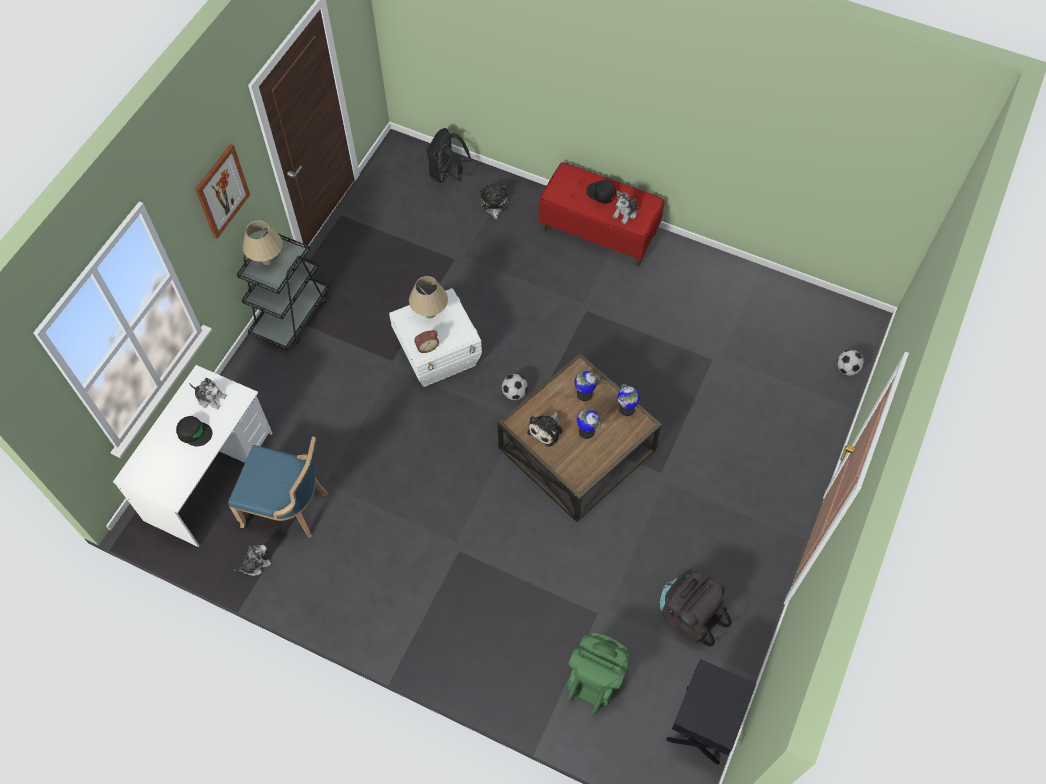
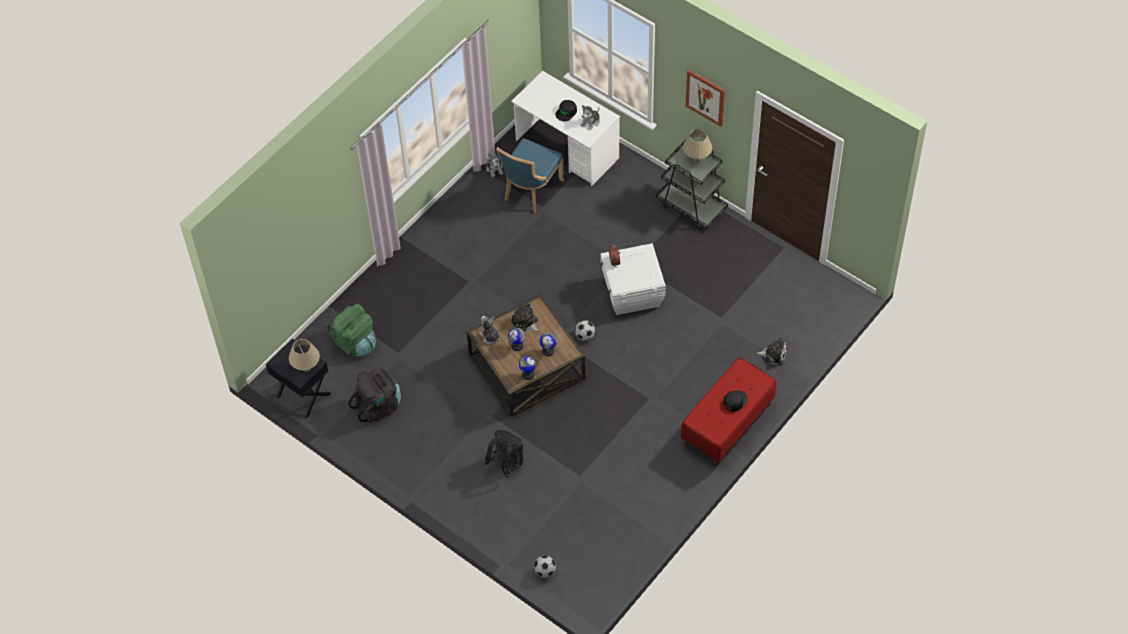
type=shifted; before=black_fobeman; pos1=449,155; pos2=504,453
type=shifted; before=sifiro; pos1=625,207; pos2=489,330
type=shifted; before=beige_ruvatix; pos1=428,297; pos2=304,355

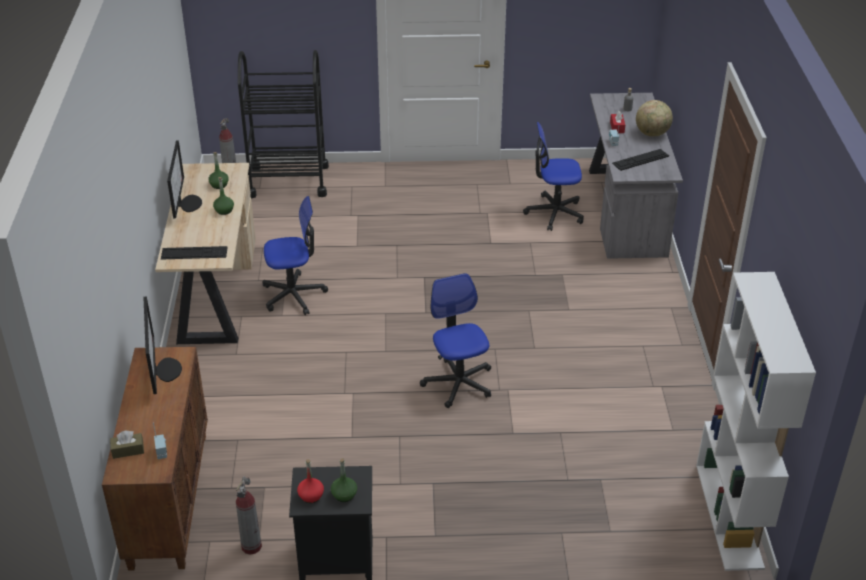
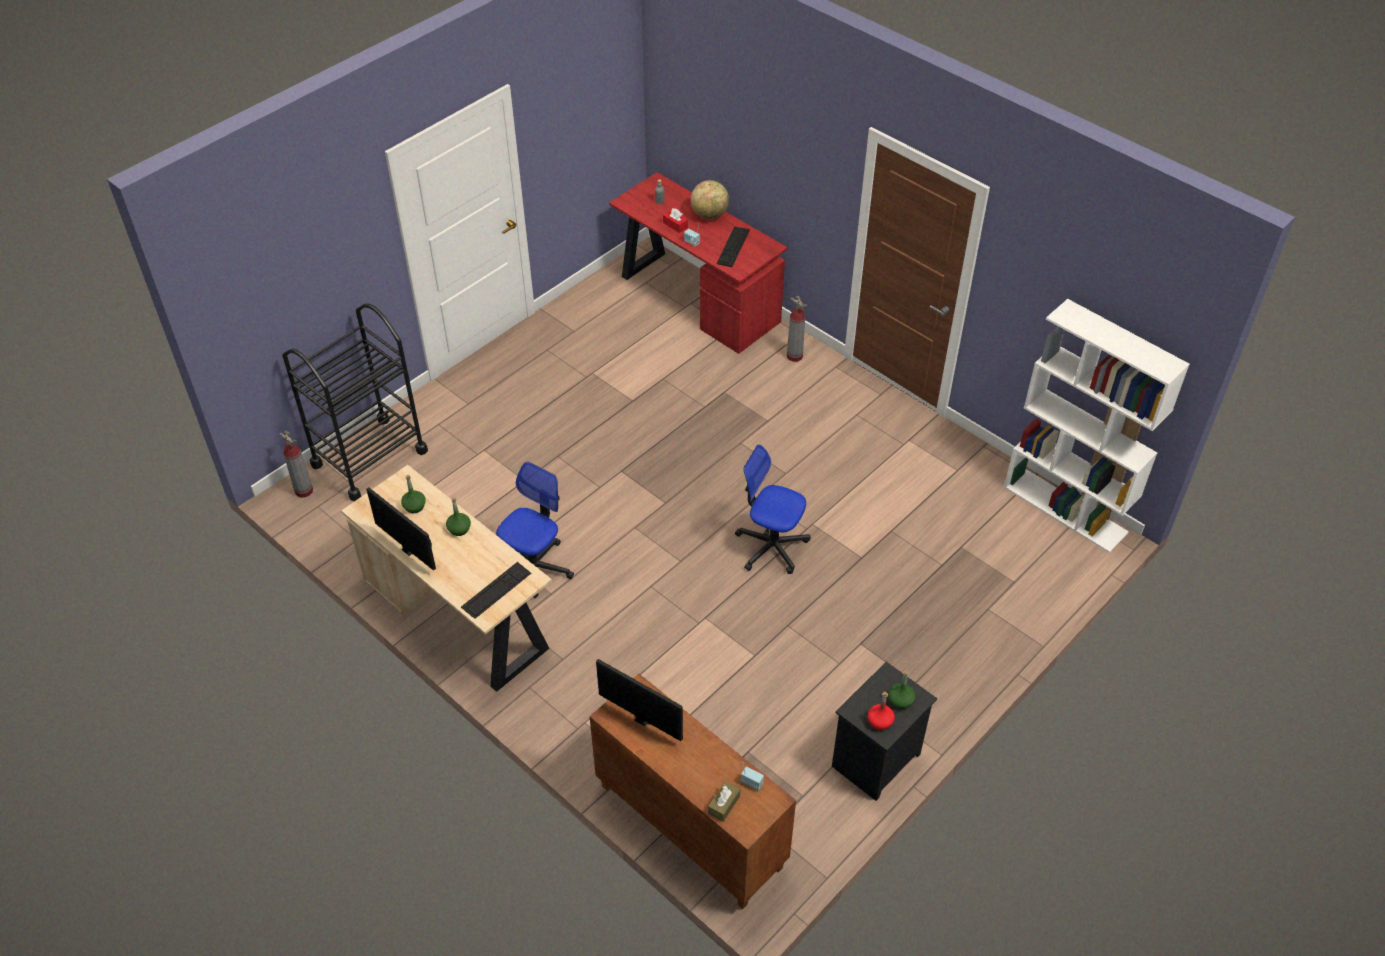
type=repainted; before=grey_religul; after=red_religul; pos1=636,176; pos2=698,263
type=gone; before=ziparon; pos1=553,176
type=shifted; before=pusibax; pos1=249,515; pos2=797,329

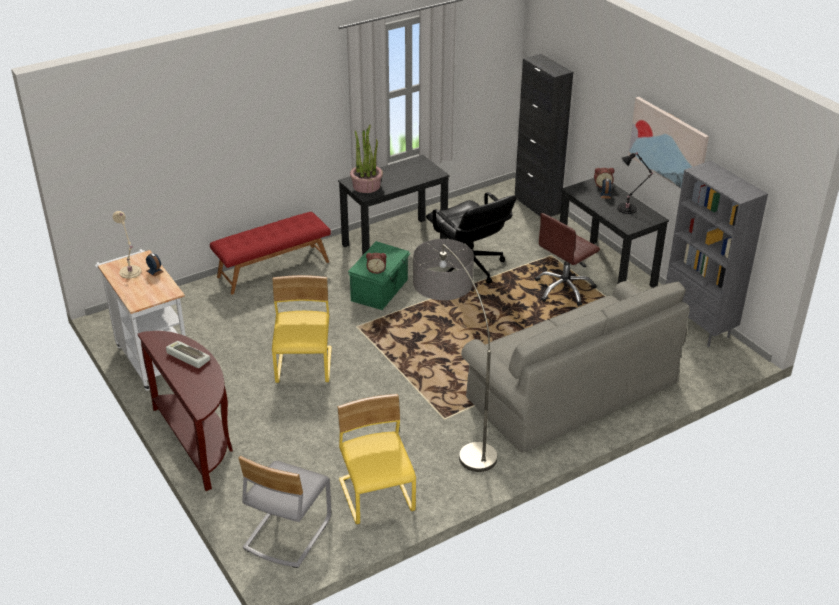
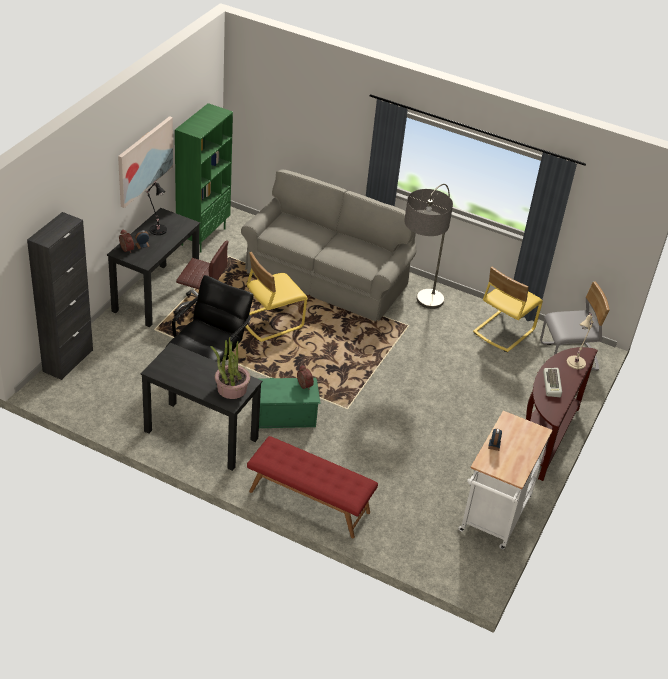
type=repainted; before=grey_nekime; after=green_nekime; pos1=717,254; pos2=204,178
type=shifted; before=beige_ruvatix; pos1=127,245; pos2=580,341
type=shifted; before=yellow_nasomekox; pos1=302,329; pos2=277,297

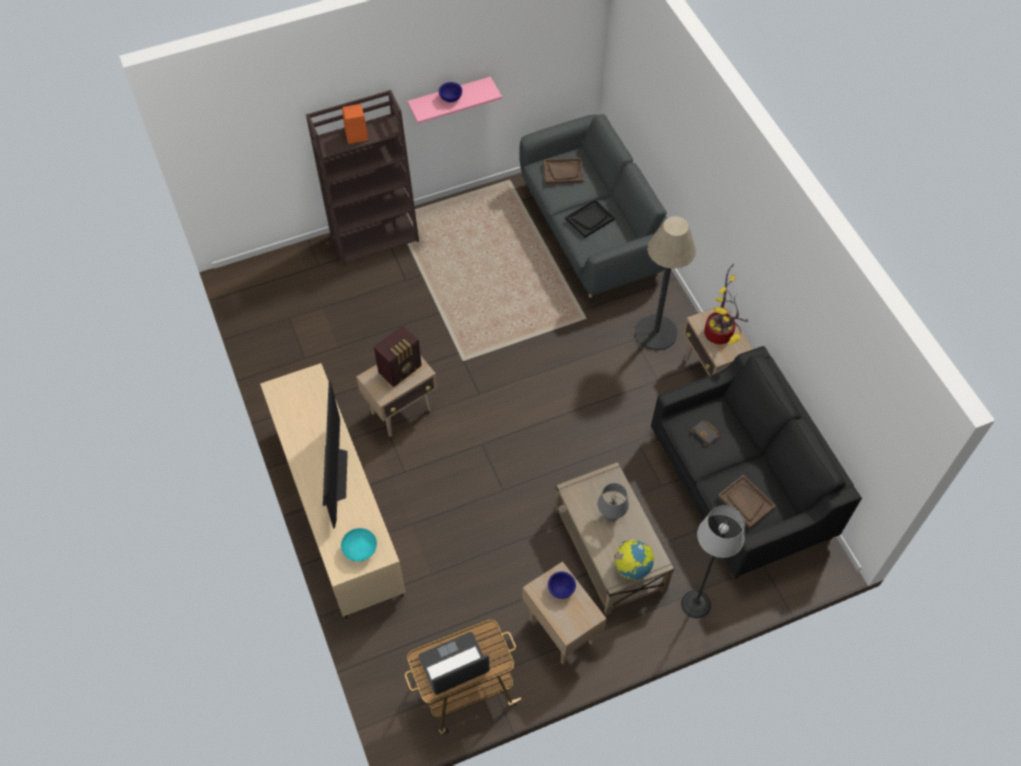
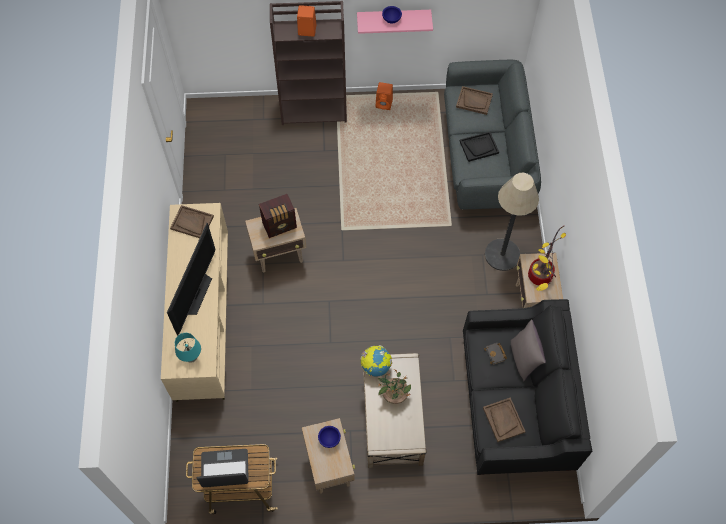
type=swapped; before=grey_ruvatix; after=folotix; pos1=613,502; pos2=394,386
type=gone; before=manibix; pos1=713,561
type=swapped; before=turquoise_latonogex; after=turquoise_ruvatix; pos1=359,544; pos2=188,348
type=shifted; before=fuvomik; pos1=634,559; pos2=376,360
type=new; after=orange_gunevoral; pos2=384,96
type=new; after=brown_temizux; pos2=192,221
type=new; after=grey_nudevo; pos2=528,350

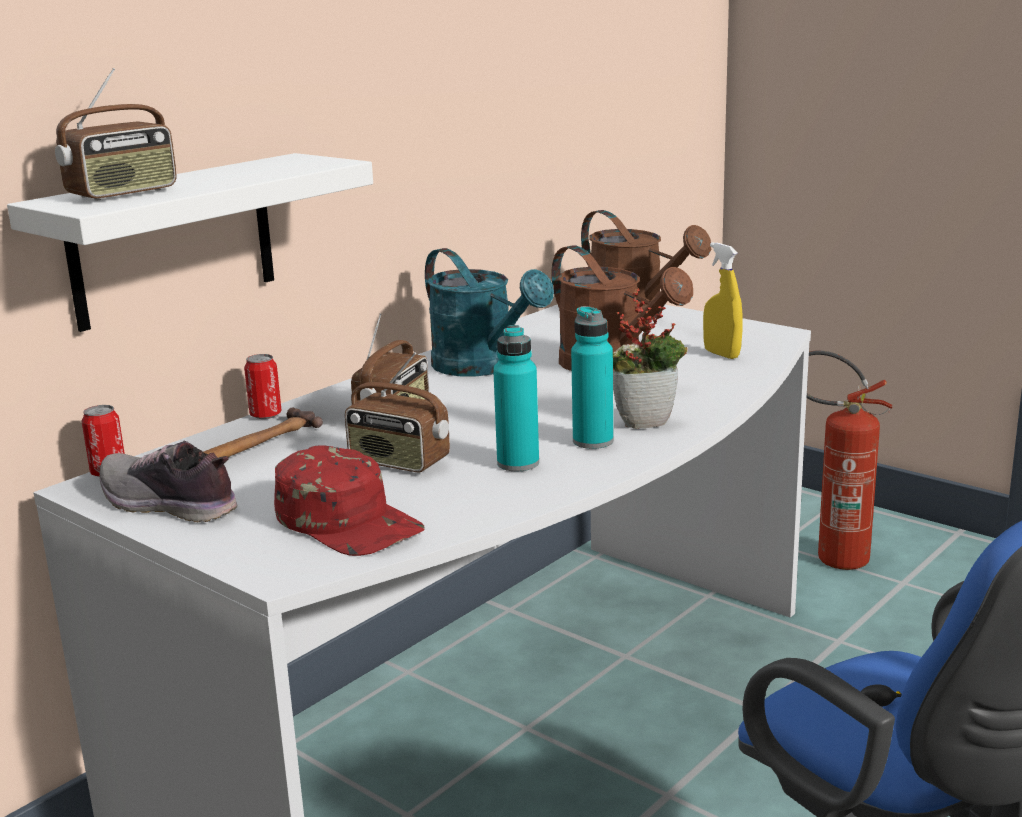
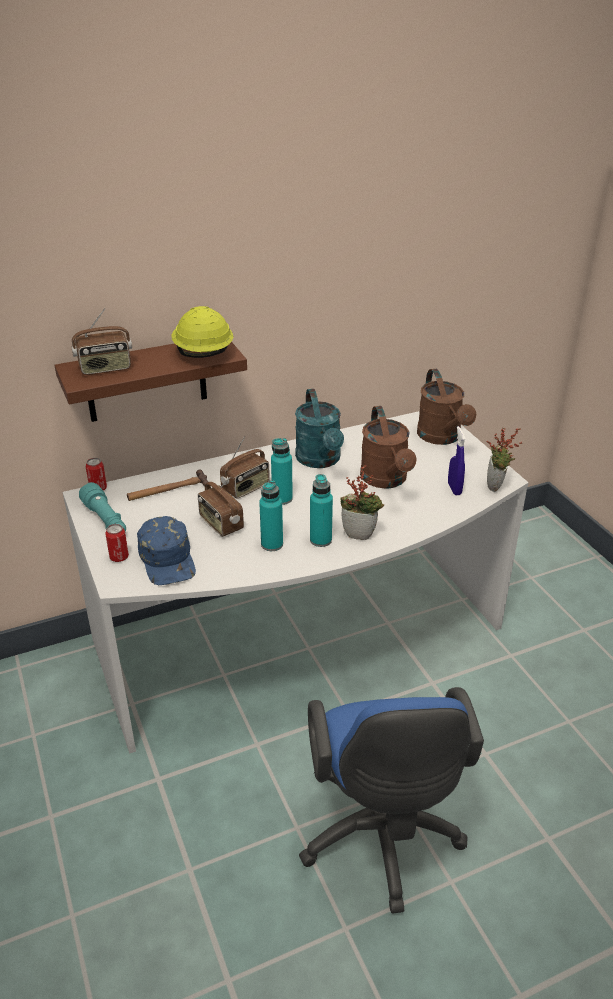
type=repainted; before=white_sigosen; after=brown_sigosen; pos1=190,242; pos2=150,382
type=repainted; before=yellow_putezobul; after=blue_putezobul; pos1=723,300; pos2=457,460
type=gone; before=pusibax; pos1=849,460
type=shifted; before=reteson; pos1=263,386; pos2=117,543
type=swapped; before=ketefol; after=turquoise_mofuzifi; pos1=168,481; pos2=102,507
type=repainted; before=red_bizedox; after=blue_bizedox; pos1=349,500; pos2=166,550
type=new; after=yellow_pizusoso; pos2=202,332
type=new; after=folotix; pos2=505,460
type=new; after=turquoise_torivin; pos2=282,471

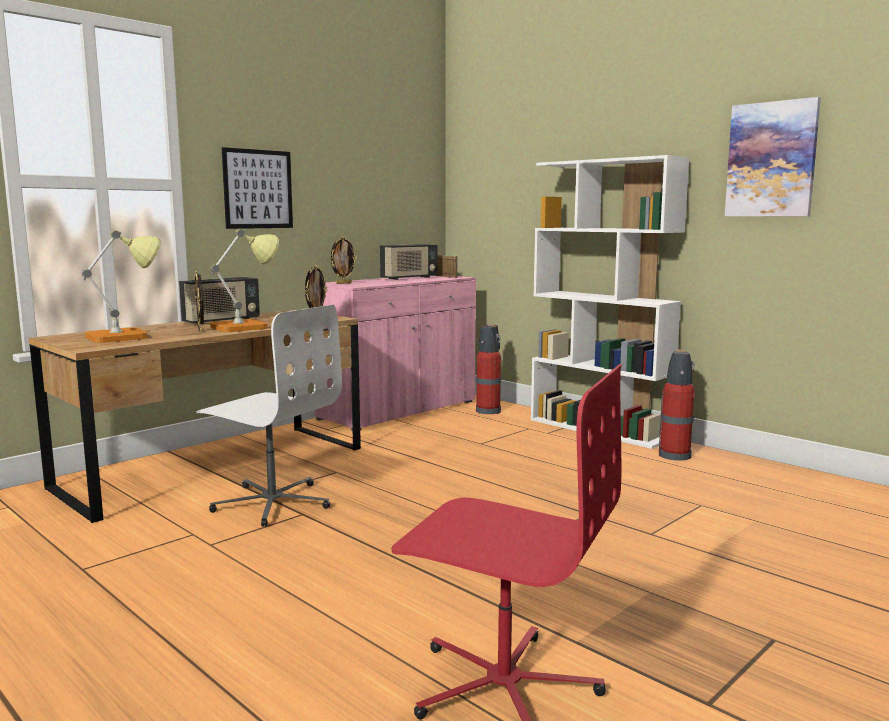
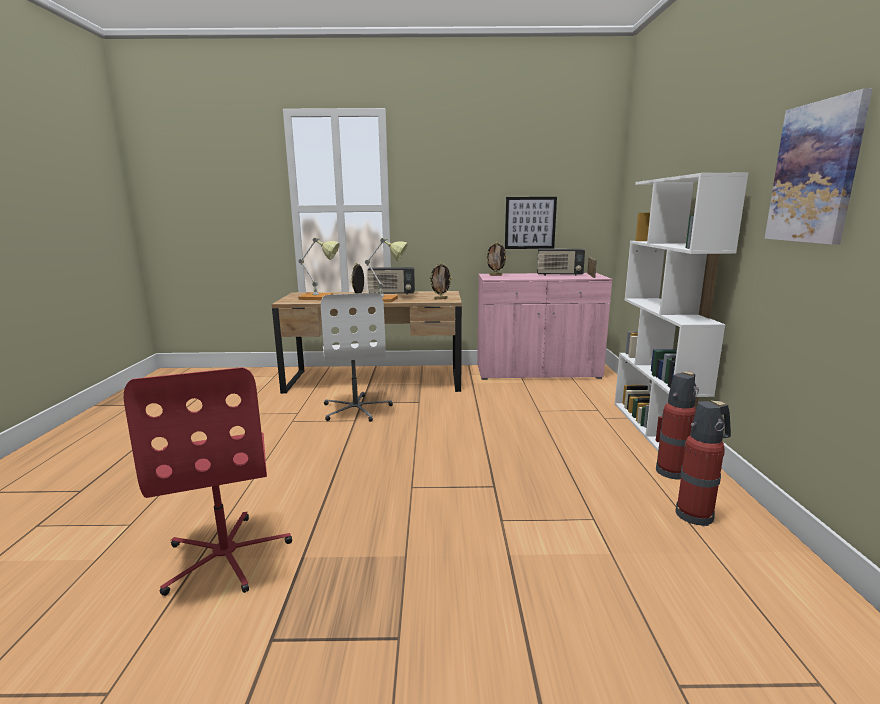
type=shifted; before=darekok; pos1=257,188; pos2=531,223
type=shifted; before=pusibax; pos1=488,369; pos2=703,463

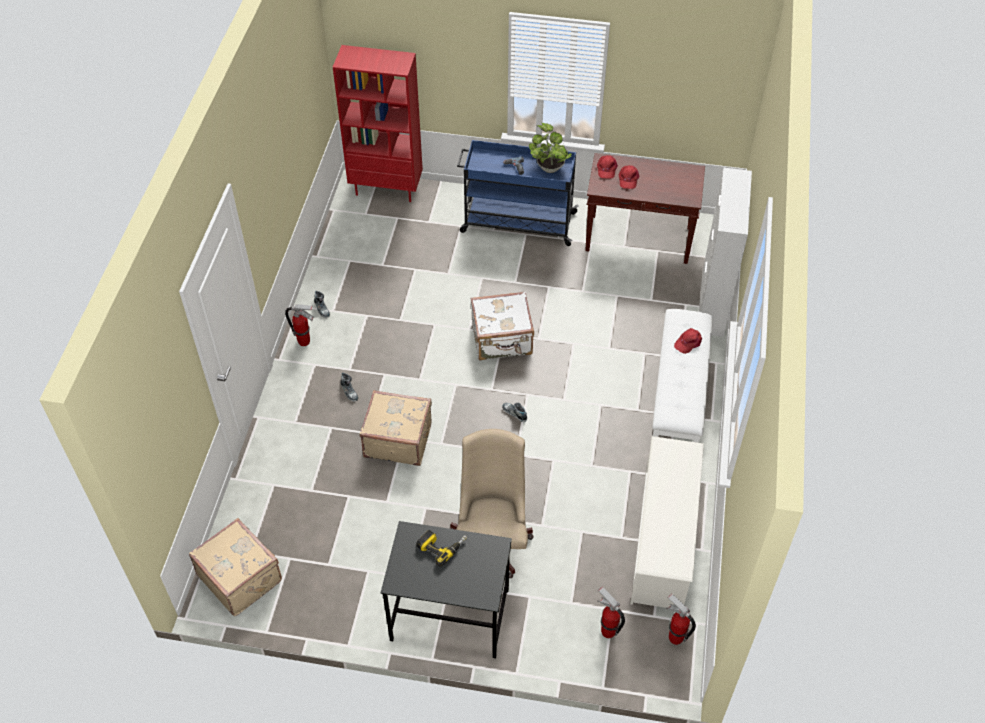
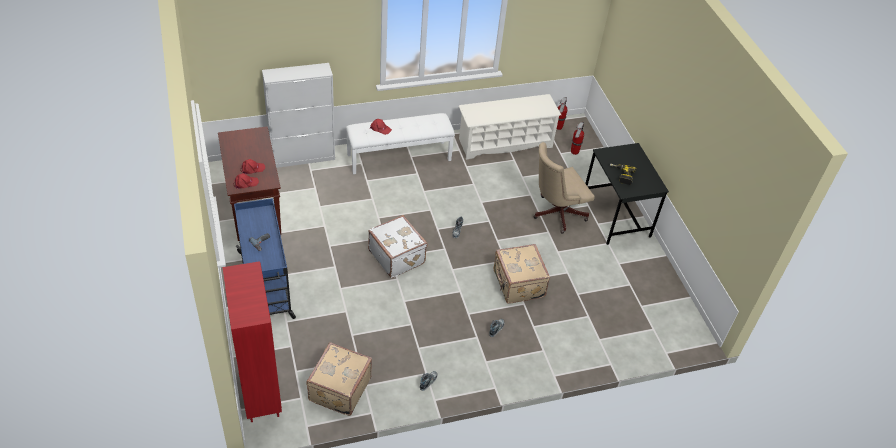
type=gone; before=folotix; pos1=550,148
type=gone; before=pusibax; pos1=299,325
type=shifted; before=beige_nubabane; pos1=235,567; pos2=339,379

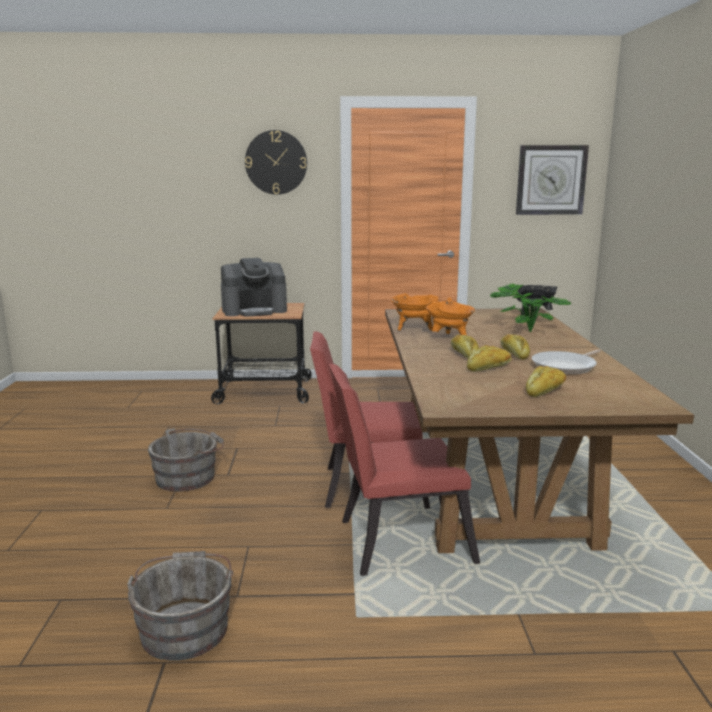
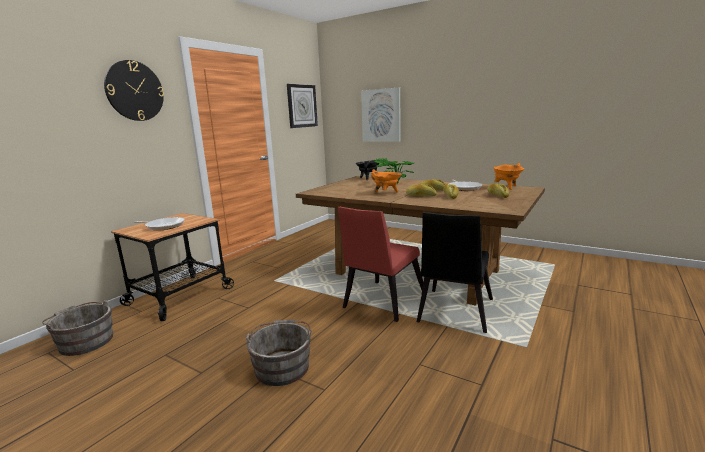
type=swapped; before=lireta; after=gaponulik; pos1=254,287; pos2=159,224
type=shifted; before=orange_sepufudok; pos1=414,312; pos2=508,176
type=repainted; before=red_nasomekox; after=black_nasomekox; pos1=404,470; pos2=455,272
type=shifted; before=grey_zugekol; pos1=180,606; pos2=77,328
type=new; after=darekok; pos2=381,115

